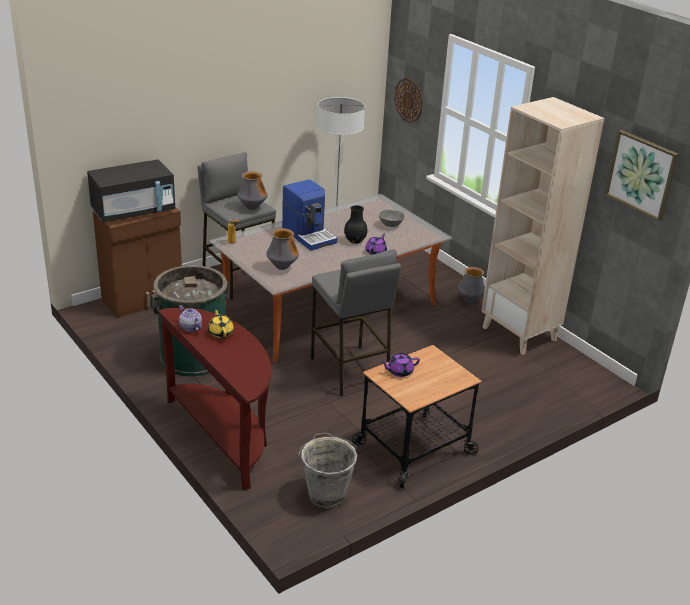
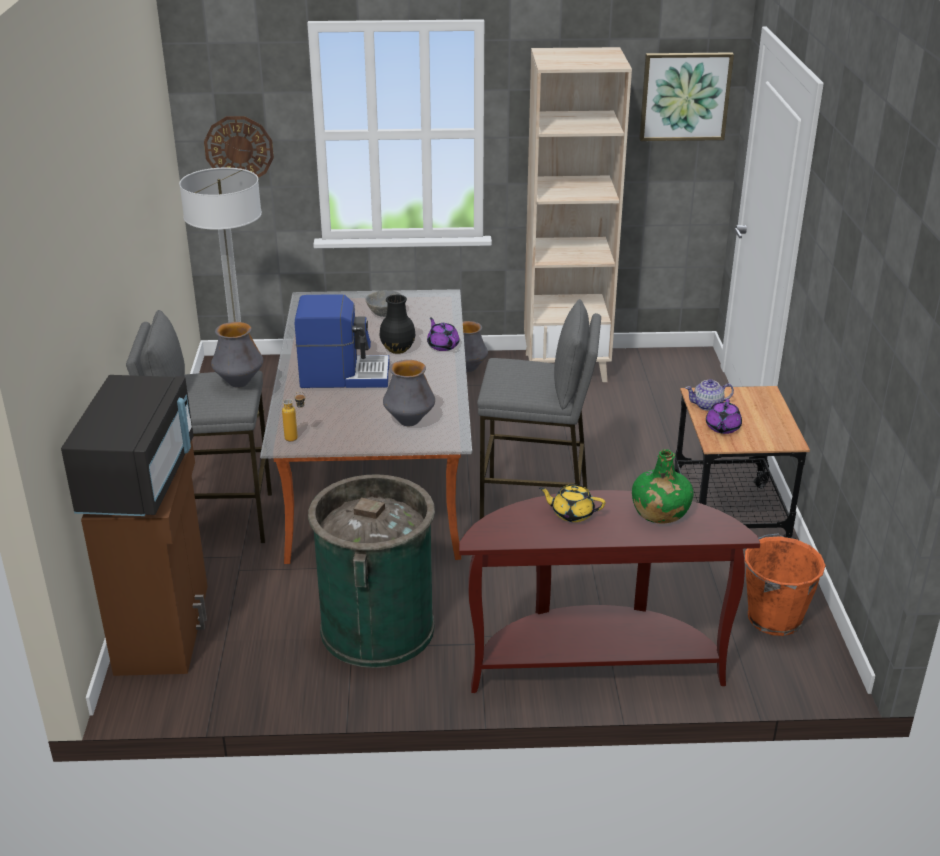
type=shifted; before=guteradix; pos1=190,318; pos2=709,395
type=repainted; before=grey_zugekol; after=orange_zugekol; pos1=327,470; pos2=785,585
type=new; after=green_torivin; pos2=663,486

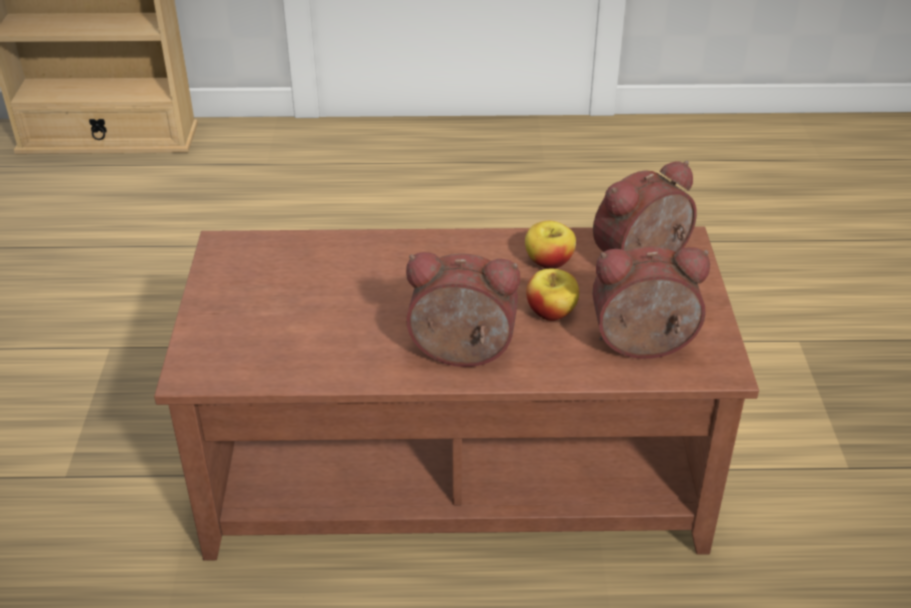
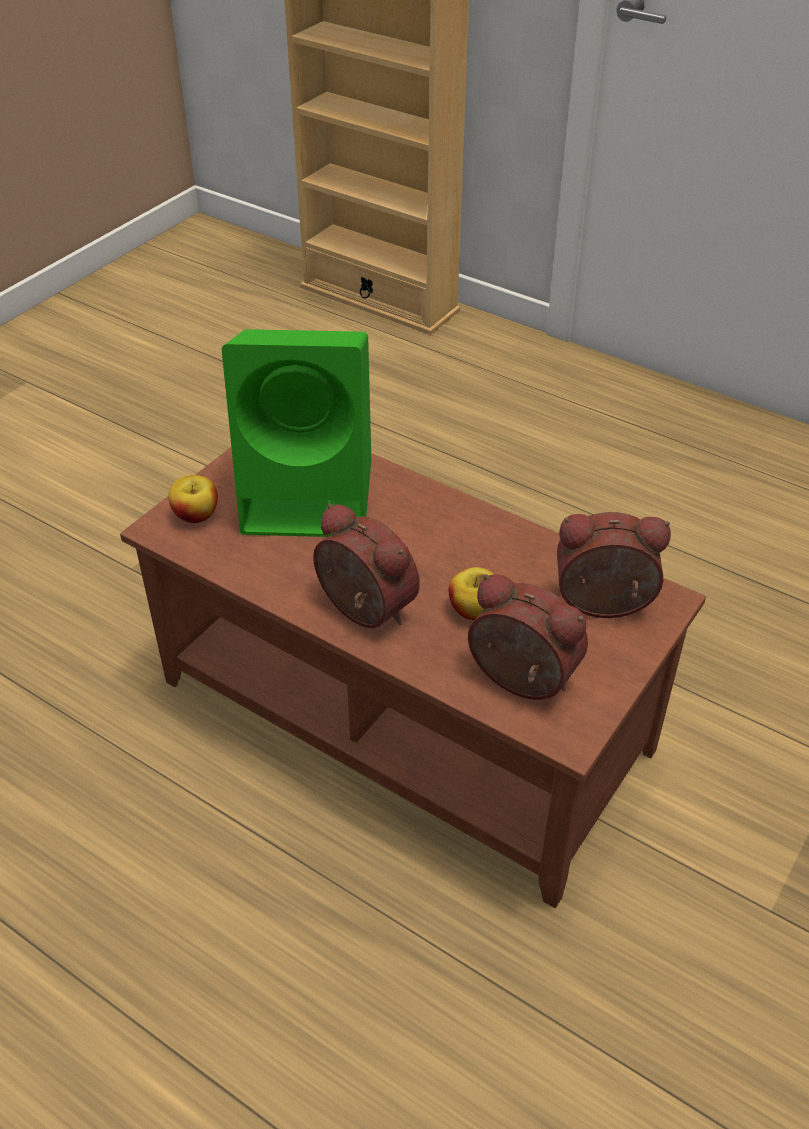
type=shifted; before=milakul; pos1=550,245; pos2=193,499
type=new; after=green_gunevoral; pos2=296,433

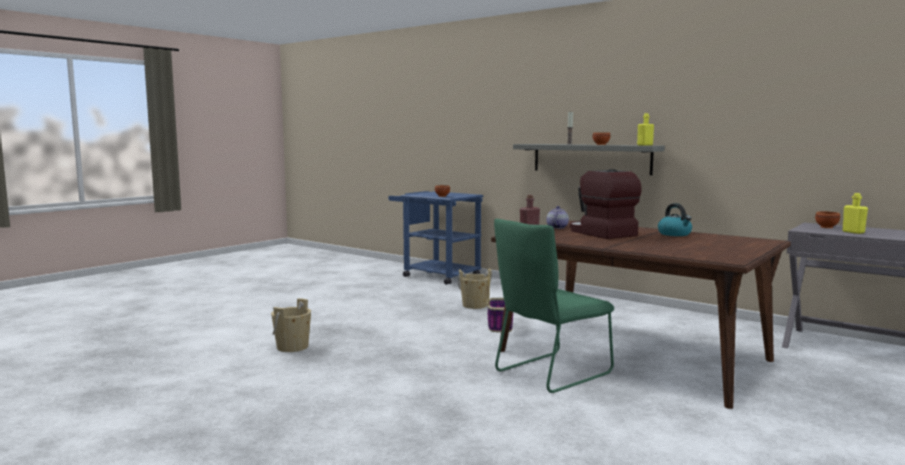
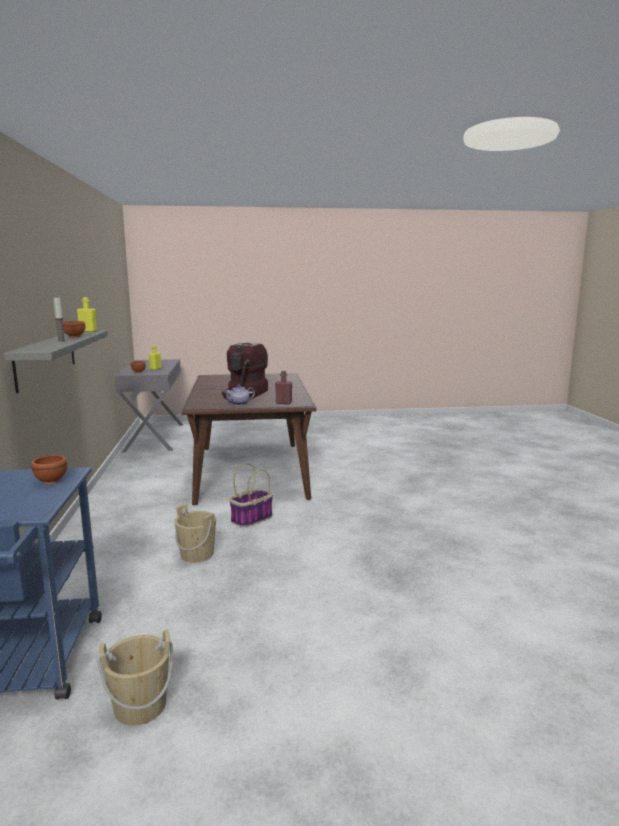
type=gone; before=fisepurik; pos1=675,219
type=gone; before=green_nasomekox; pos1=554,306
type=shifted; before=beige_zugekol; pos1=291,325; pos2=135,678

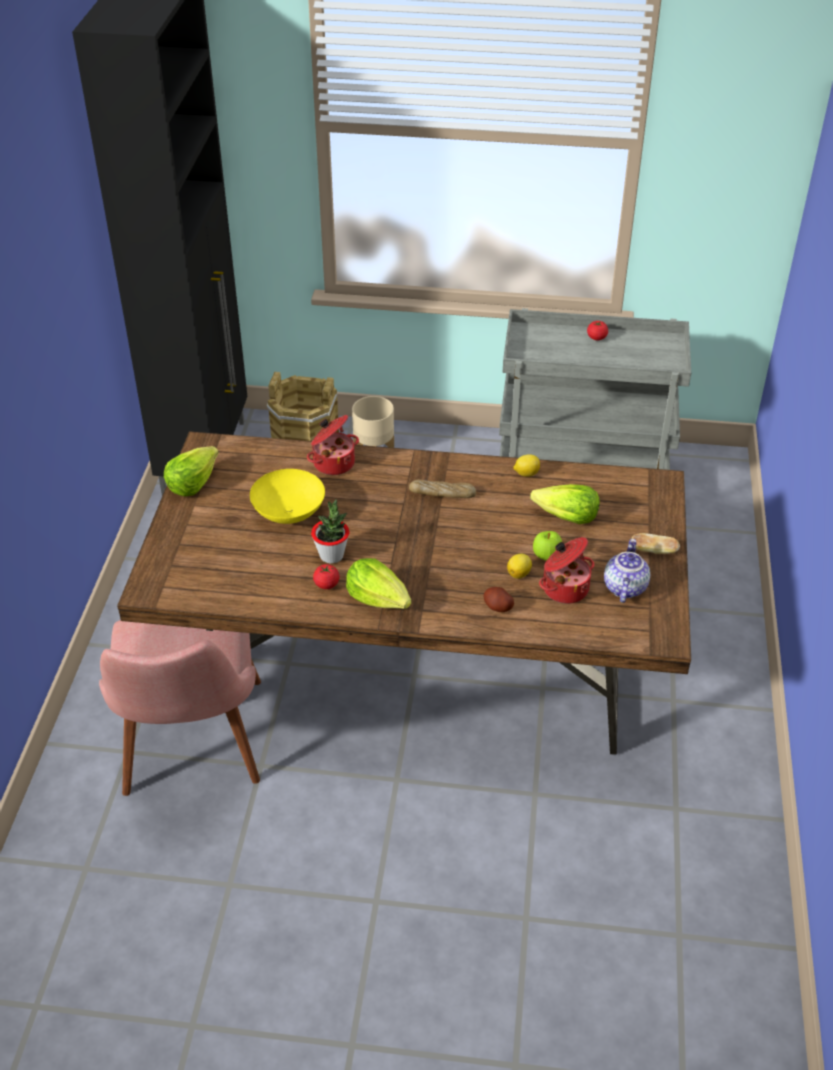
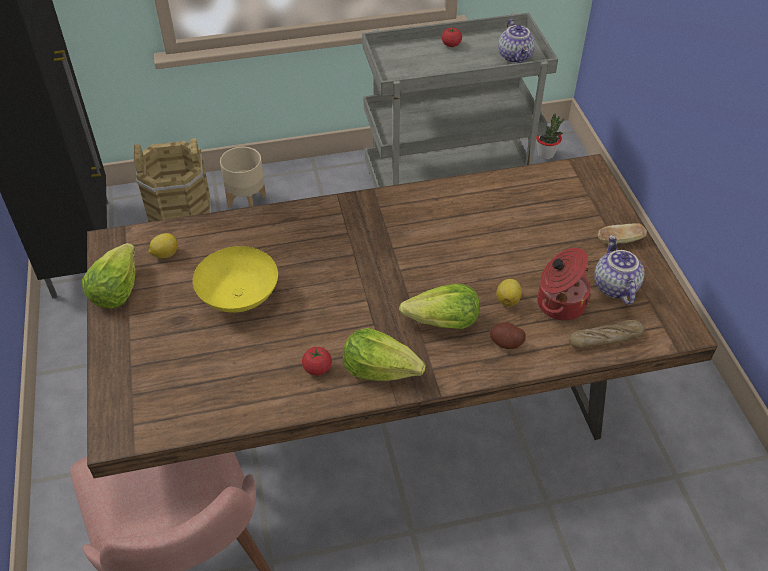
type=gone; before=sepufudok; pos1=333,445
type=shifted; before=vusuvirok; pos1=526,465; pos2=163,245
type=shifted; before=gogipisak; pos1=442,488; pos2=606,334
type=shifted; before=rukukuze; pos1=565,504; pos2=439,306
type=shifted; before=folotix; pos1=330,531; pos2=550,136
type=gone; before=milakul; pos1=547,545
type=new; after=guteradix; pos2=516,41

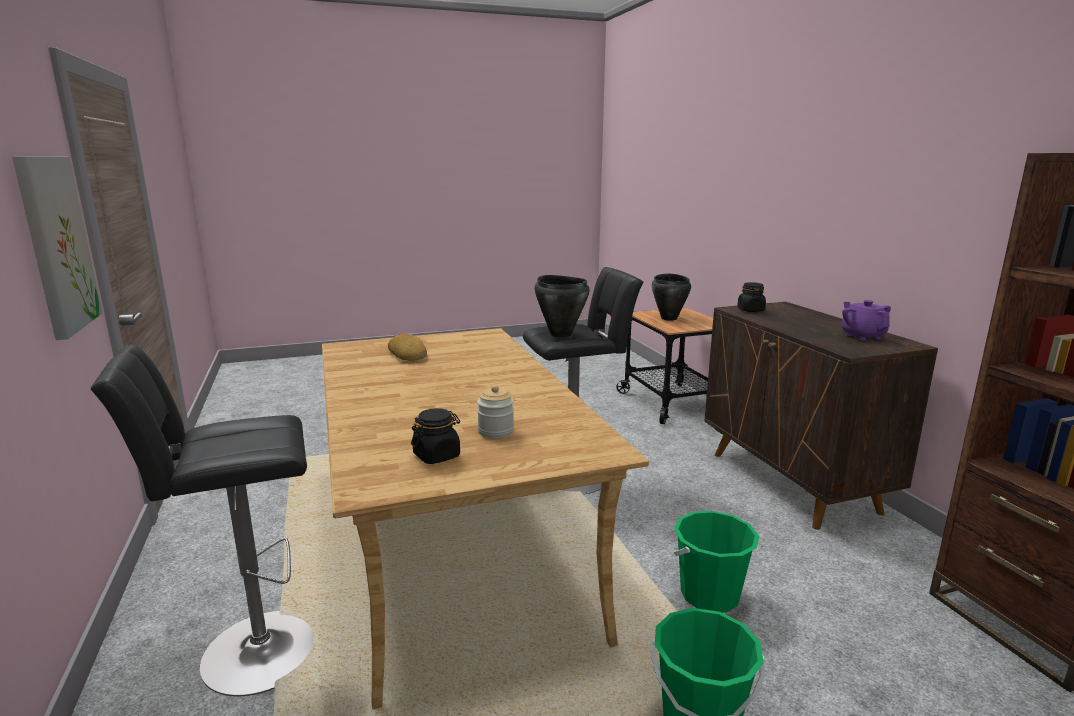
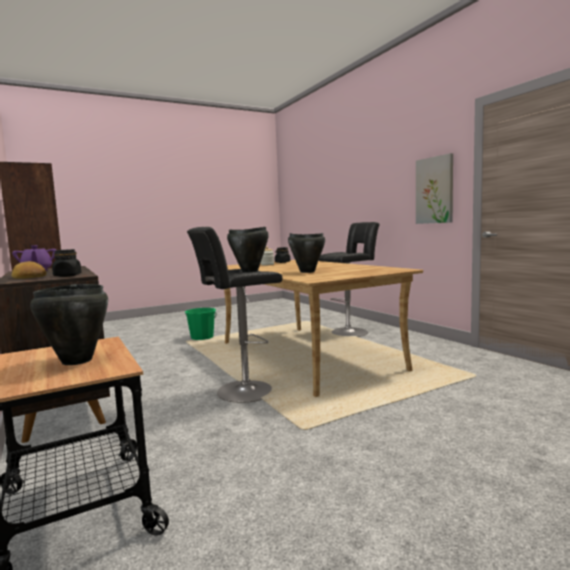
type=shifted; before=gogipisak; pos1=407,347; pos2=29,270
type=gone; before=green_zugekol; pos1=716,562
type=new; after=black_sepufudok; pos2=306,253

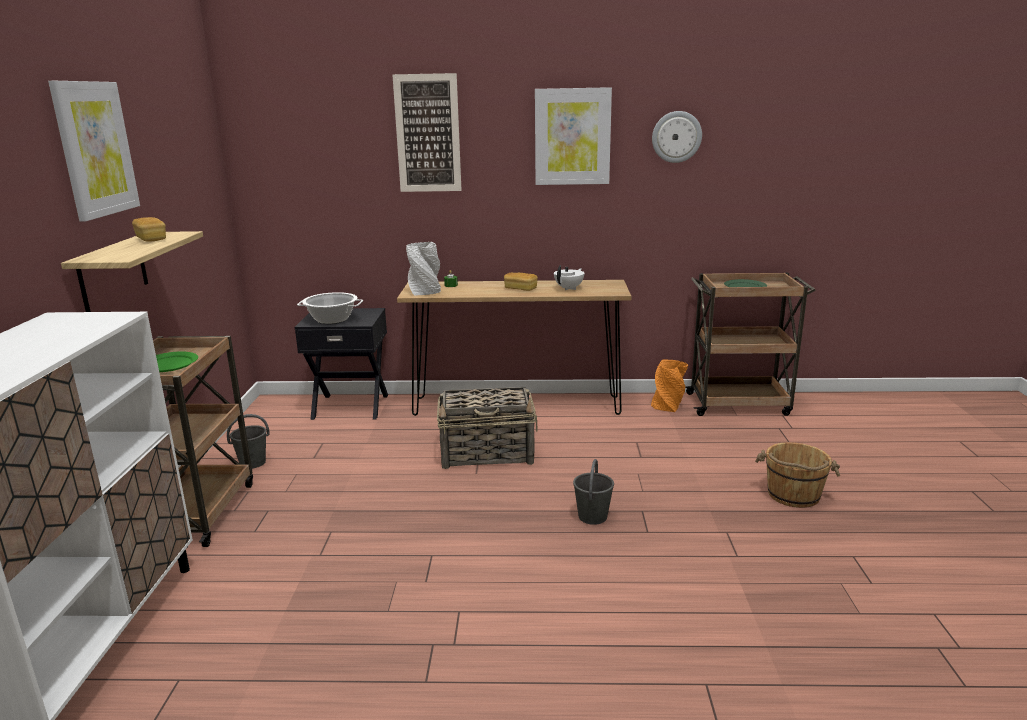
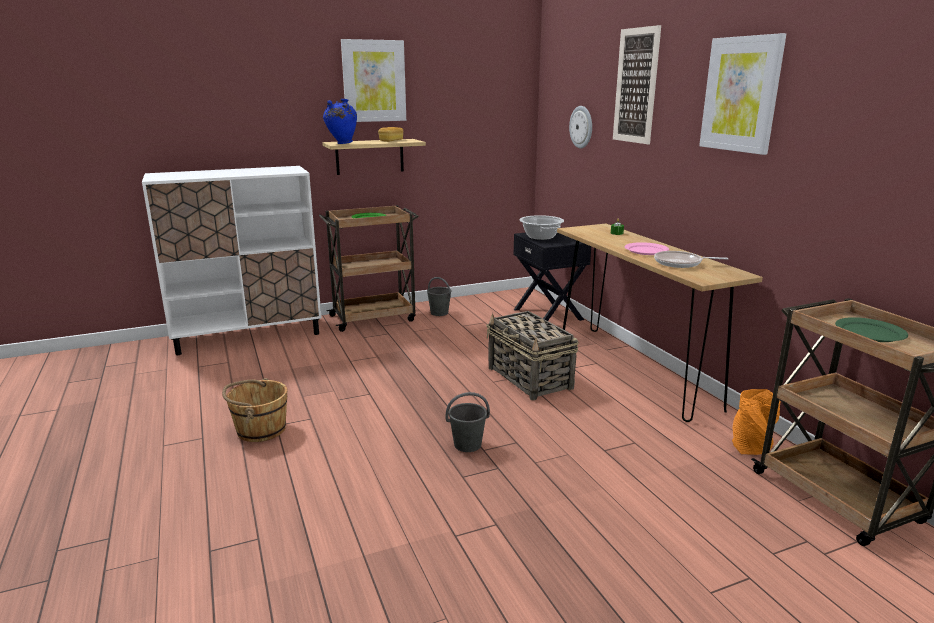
type=shifted; before=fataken; pos1=677,137; pos2=580,127
type=gone; before=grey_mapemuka; pos1=423,269
type=swapped; before=white_guteradix; after=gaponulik; pos1=569,277; pos2=691,259
type=swapped; before=gogipisak; after=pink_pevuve; pos1=521,282; pos2=647,248
type=shifted; before=brown_zugekol; pos1=797,475; pos2=254,410
type=new; after=blue_mapemuka; pos2=340,121

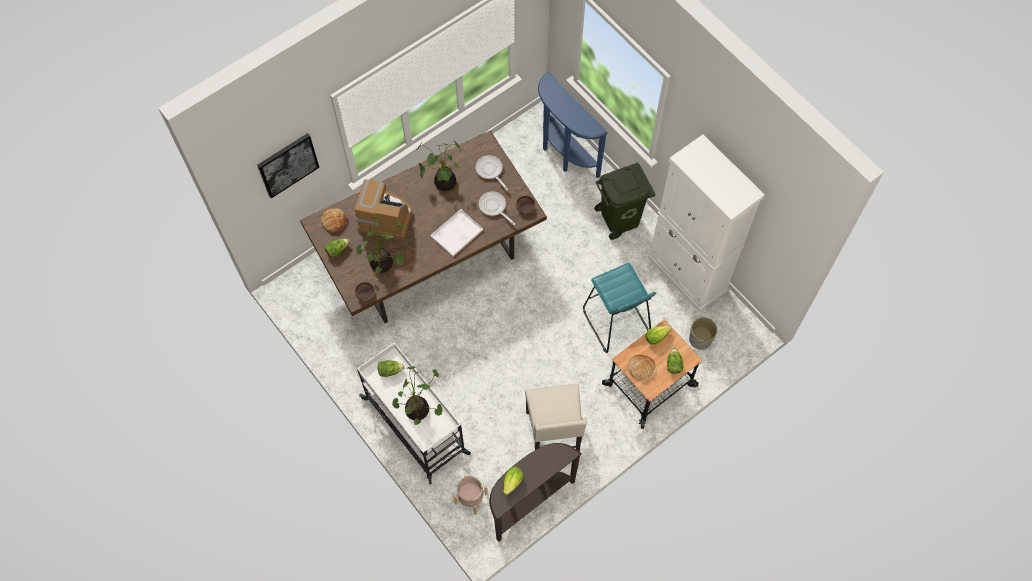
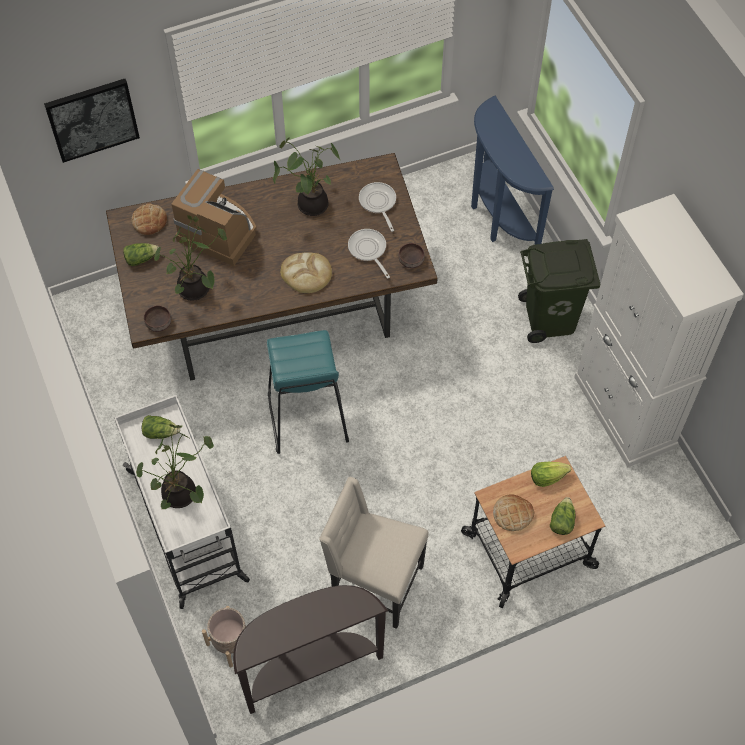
type=swapped; before=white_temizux; after=gogipisak; pos1=456,233; pos2=306,272
type=shifted; before=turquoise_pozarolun; pos1=619,308; pos2=308,392
type=gone; before=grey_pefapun; pos1=703,333
type=rotated; before=beige_nasomekox; pos1=556,418; pos2=374,553; turn=105
type=gone; before=rukukuze; pos1=513,481

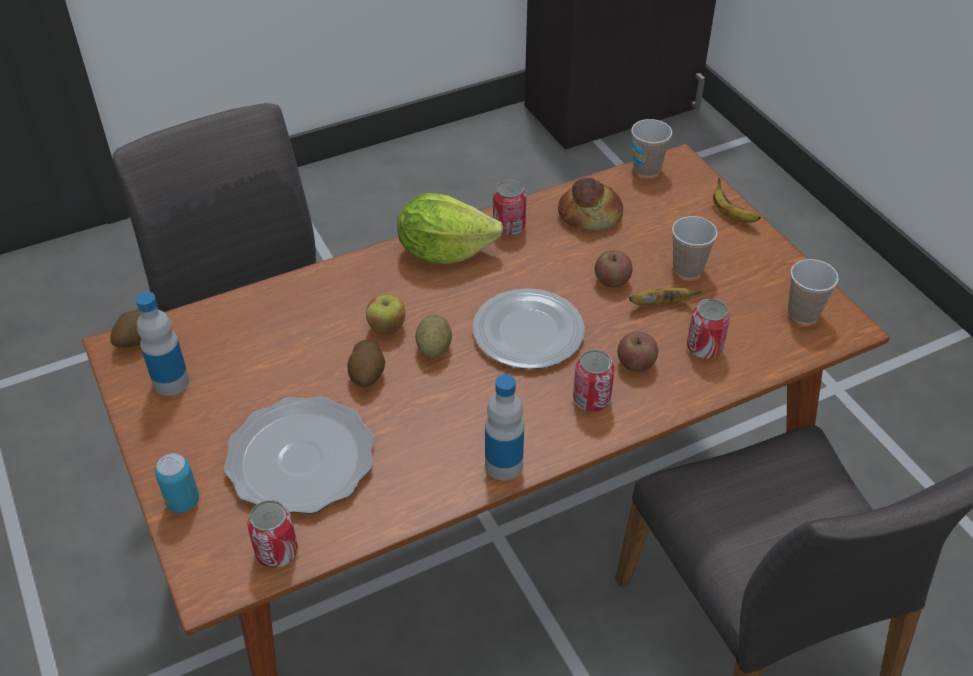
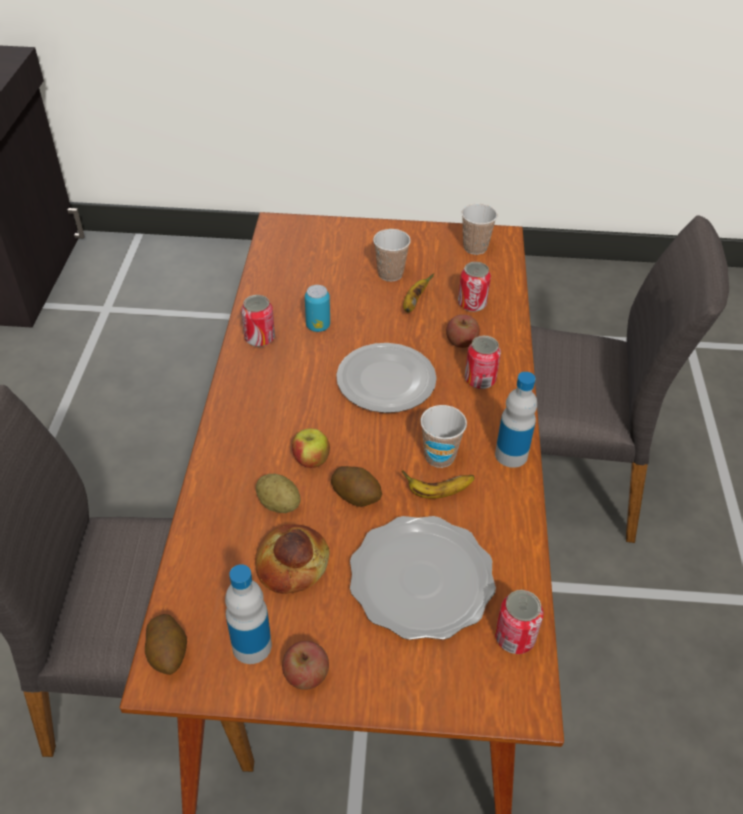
type=shifted; before=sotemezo; pos1=651,148; pos2=443,436
type=shifted; before=gogipisak; pos1=590,204; pos2=292,559
type=shifted; before=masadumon; pos1=737,200; pos2=438,485
type=gone; before=rukukuze; pos1=450,228
type=shifted; before=milakul; pos1=614,269; pos2=305,665
type=shifted; before=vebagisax; pos1=433,336; pos2=278,493
type=shifted; before=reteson; pos1=177,483; pos2=317,308

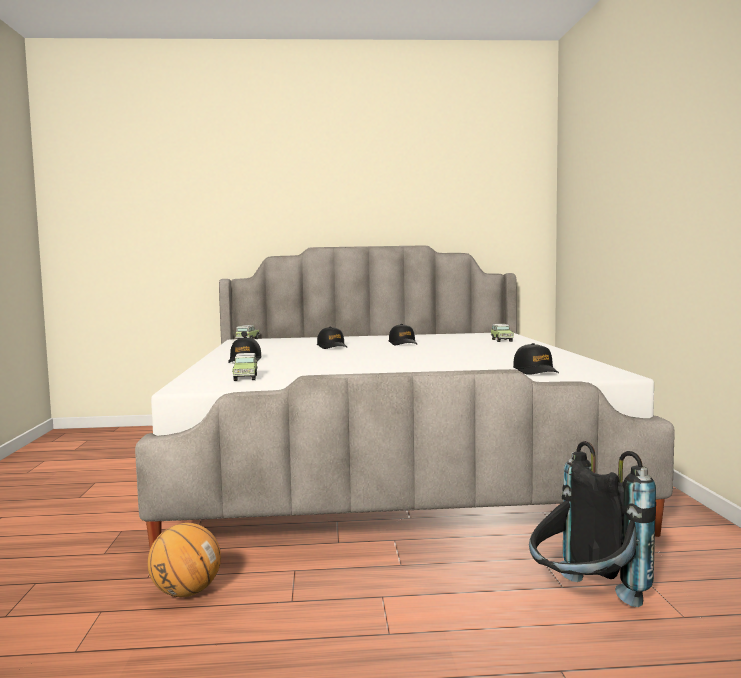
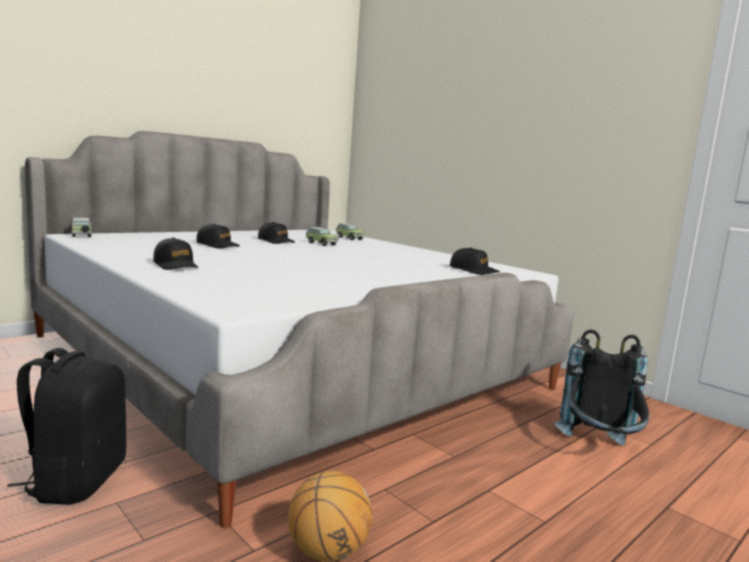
type=shifted; before=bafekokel; pos1=245,367; pos2=322,236
type=new; after=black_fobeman; pos2=66,426

